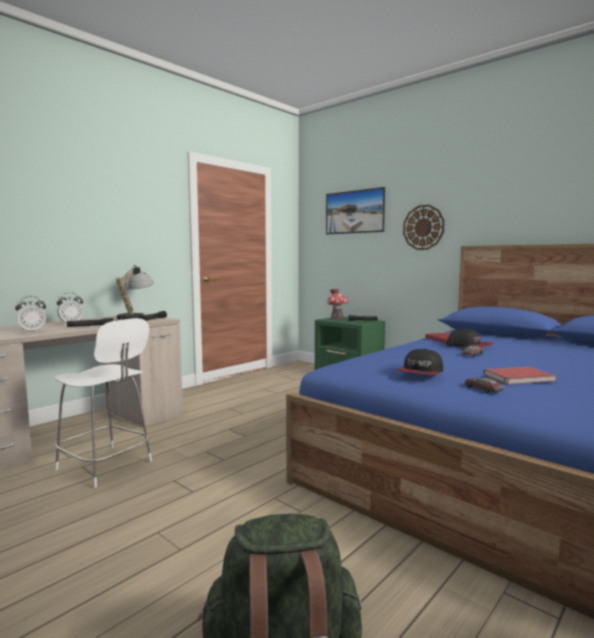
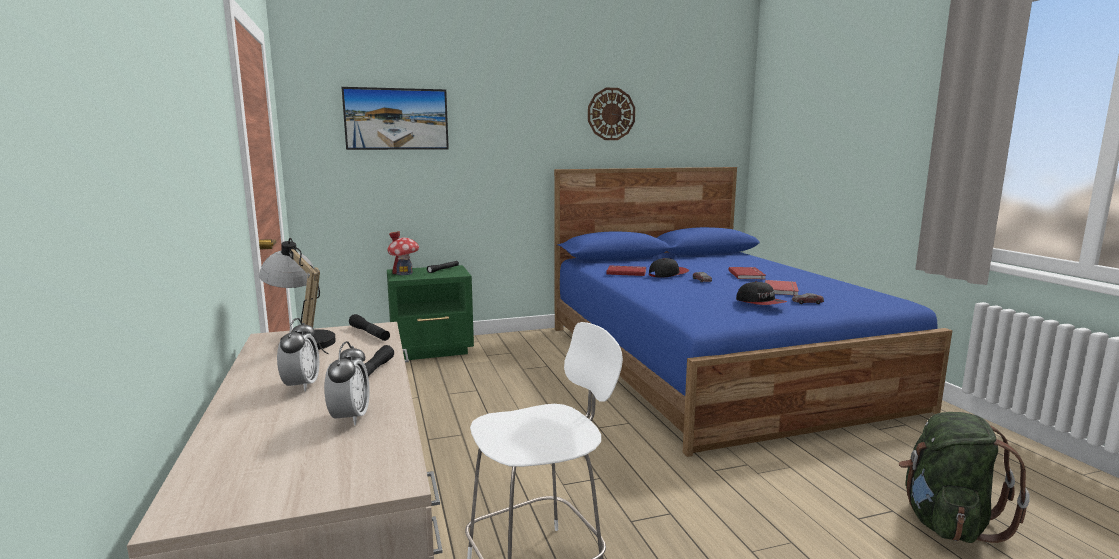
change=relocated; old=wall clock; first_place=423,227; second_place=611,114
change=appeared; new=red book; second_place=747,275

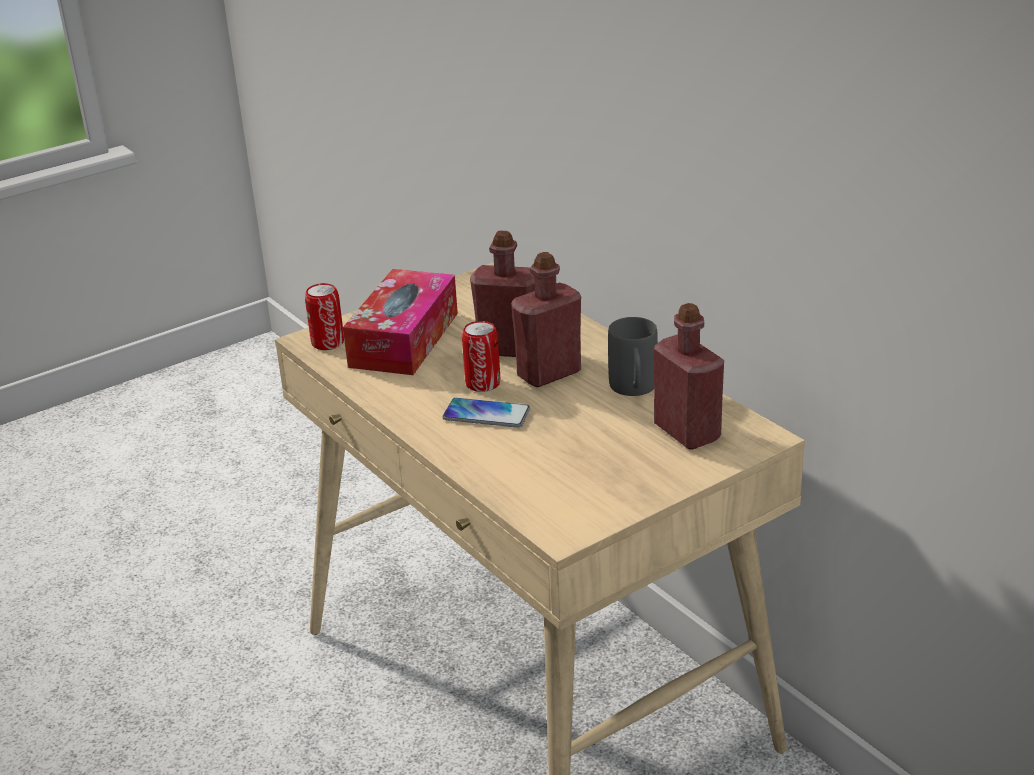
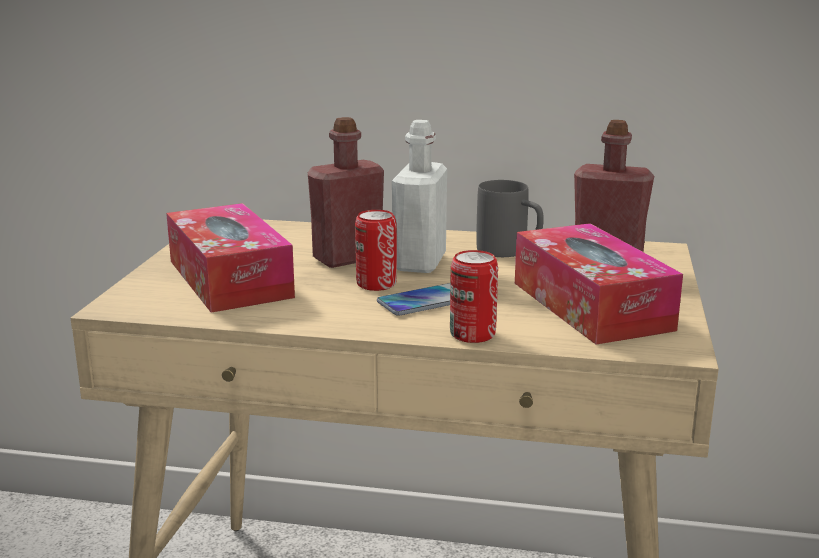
change=relocated; old=can; first_place=327,343; second_place=472,334
change=colour; old=red bottle; new=white bottle; first_place=549,374; second_place=419,262
change=appeared; new=tissue box; second_place=590,305

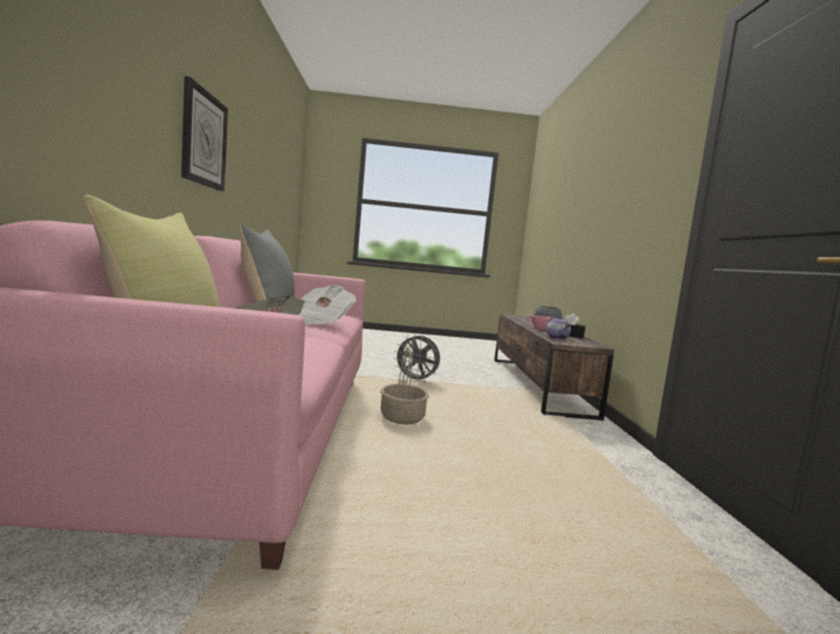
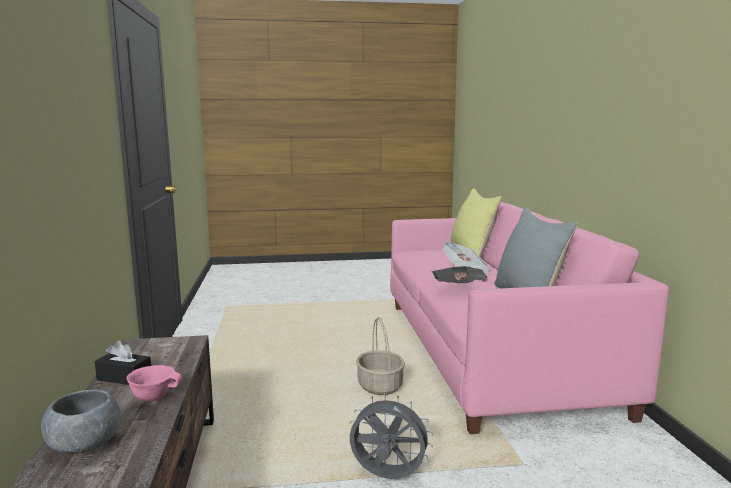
change=missing; old=wall clock; first_place=203,139
change=missing; old=teapot; first_place=557,338

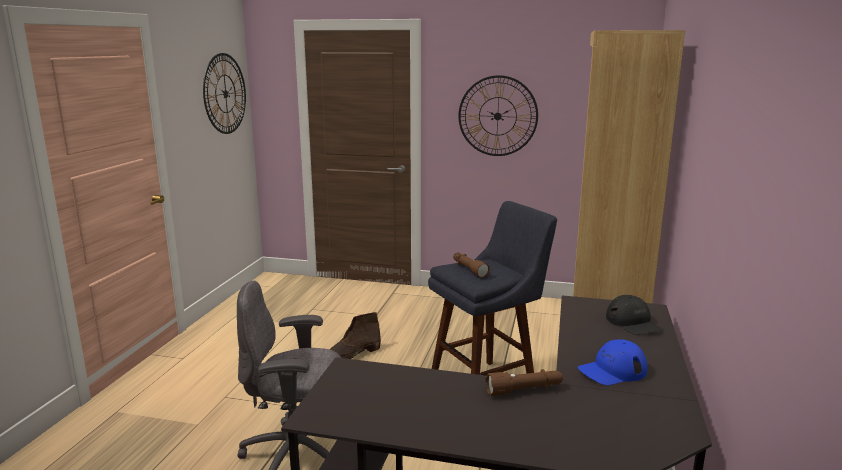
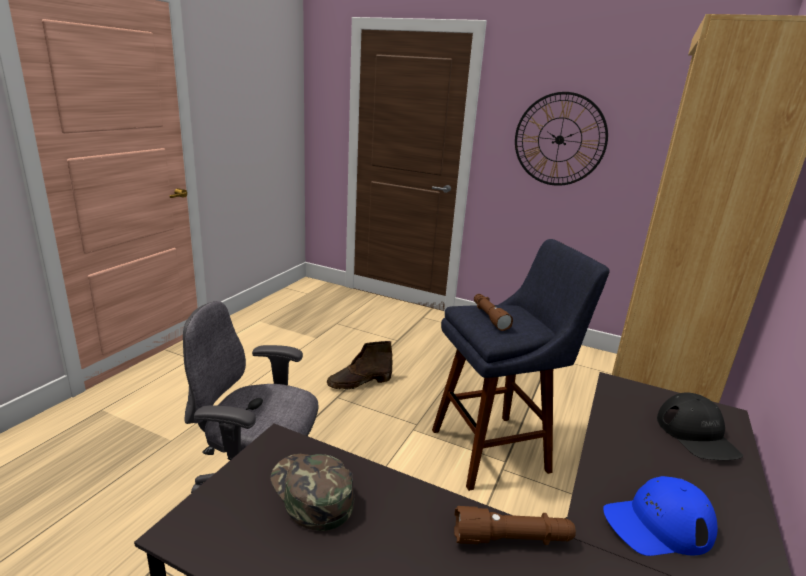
change=missing; old=wall clock; first_place=225,94
change=appeared; new=green cap; second_place=310,492

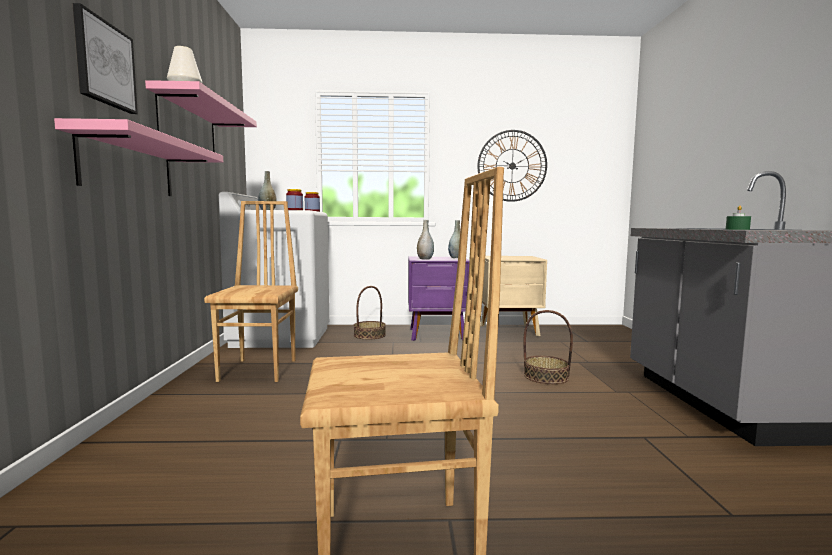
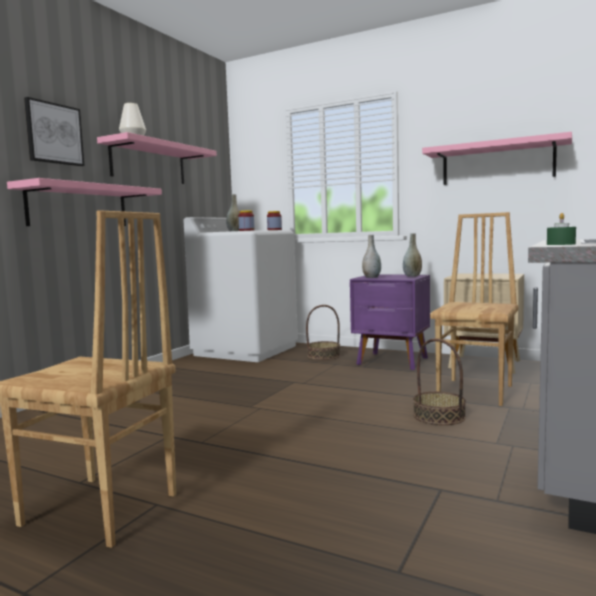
change=relocated; old=brown chair; first_place=260,370; second_place=477,392
change=exchanged; old=wall clock; new=pink shelf; first_place=512,166; second_place=497,163

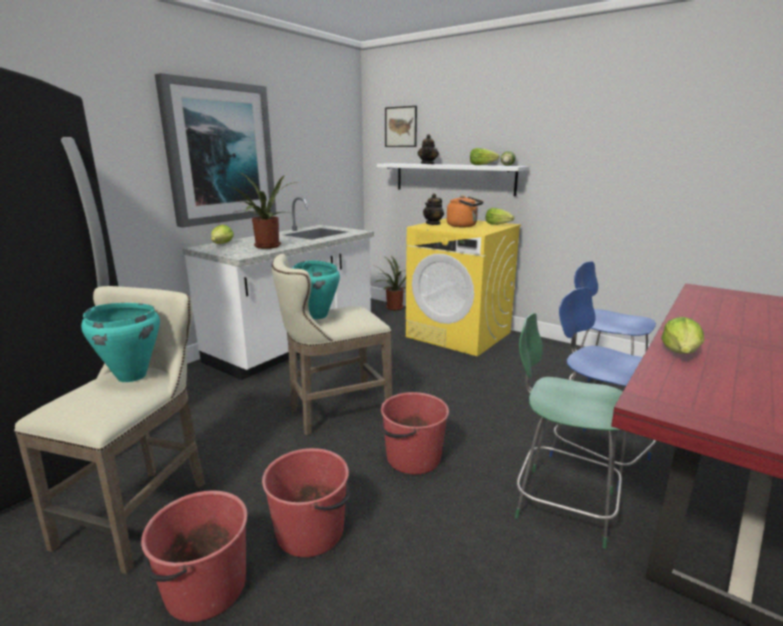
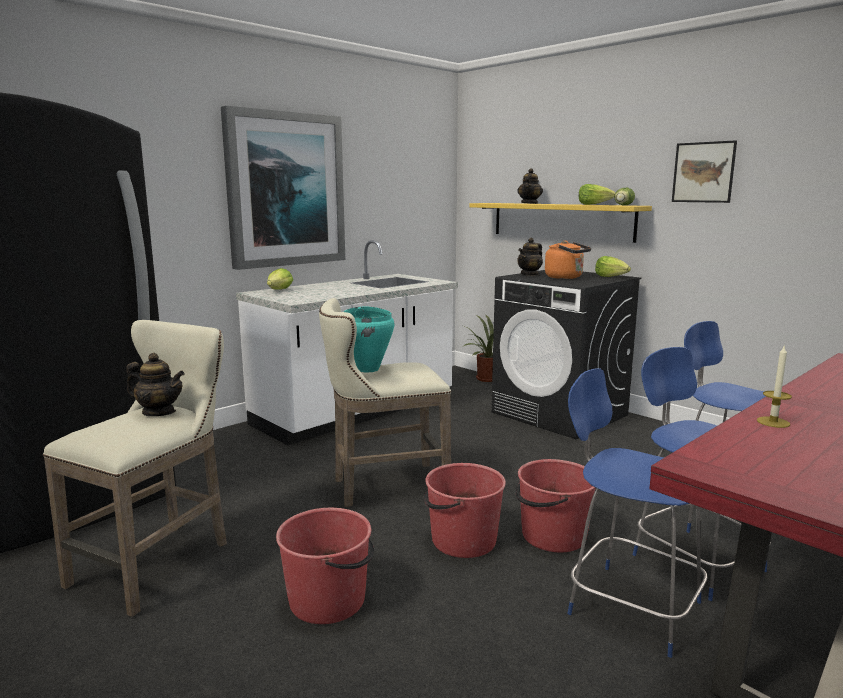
change=exchanged; old=turquoise cooking pot; new=teapot; first_place=132,376; second_place=159,412
change=relocated; old=red bucket; first_place=204,588; second_place=552,536
change=missing; old=potted plant; first_place=266,247
change=colour; old=white shelf; new=yellow shelf; first_place=453,178; second_place=560,221
change=relocated; old=picture; first_place=401,127; second_place=703,172
change=colour; old=yellow washing machine; new=black washing machine; first_place=459,335; second_place=560,414
change=colour; old=green chair; new=blue chair; first_place=560,503; second_place=629,605
change=exchanged; old=lettuce; new=candle; first_place=681,353; second_place=773,422

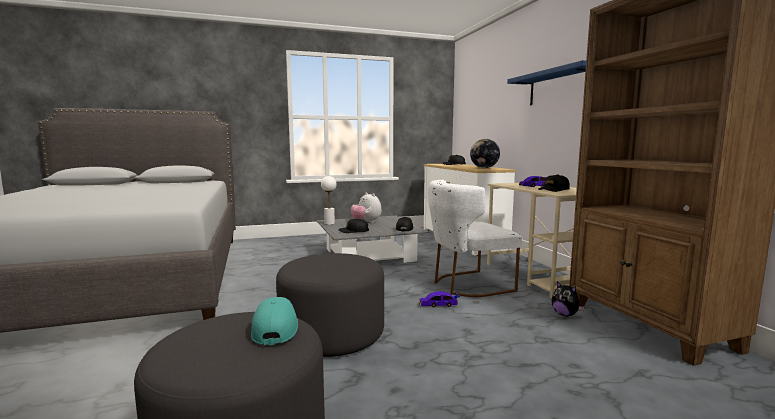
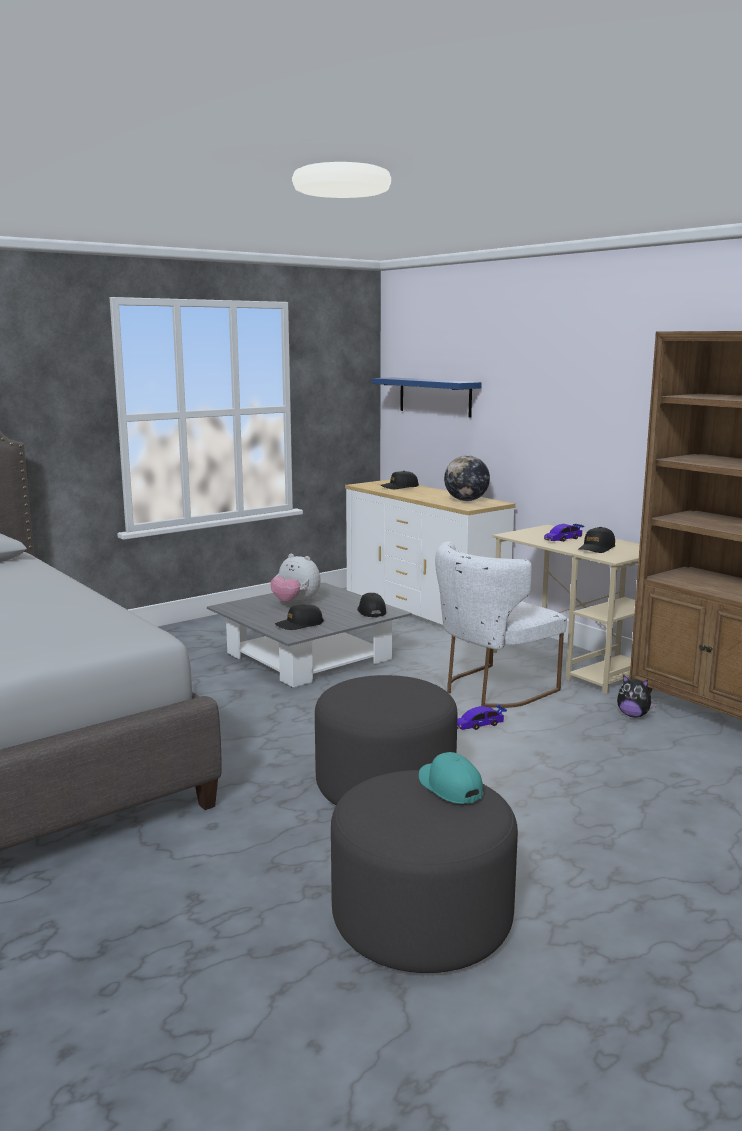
change=missing; old=white table lamp; first_place=329,223
change=relocated; old=blue shelf; first_place=559,87; second_place=435,396

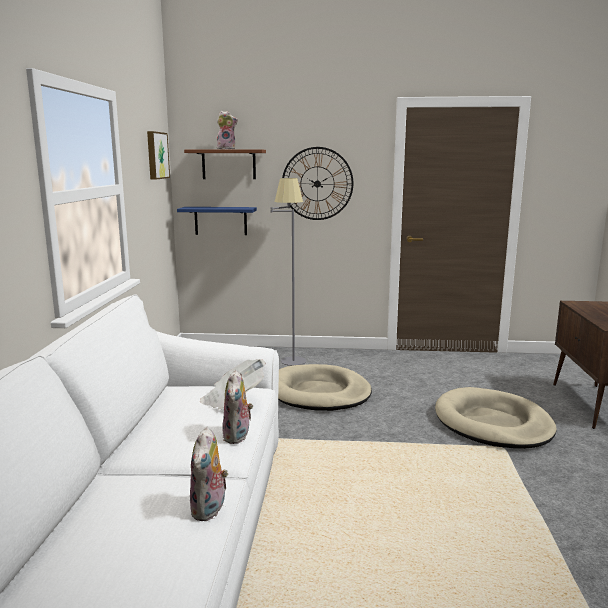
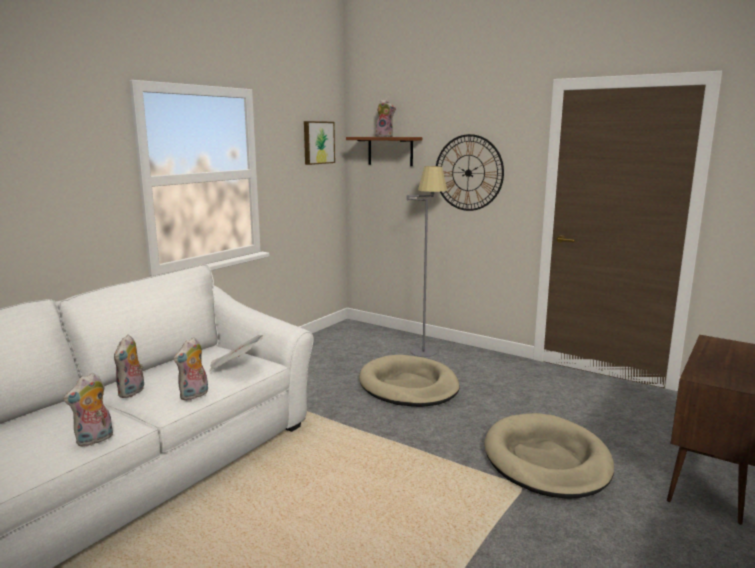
change=missing; old=blue shelf; first_place=220,220
change=appeared; new=plush toy; second_place=132,392

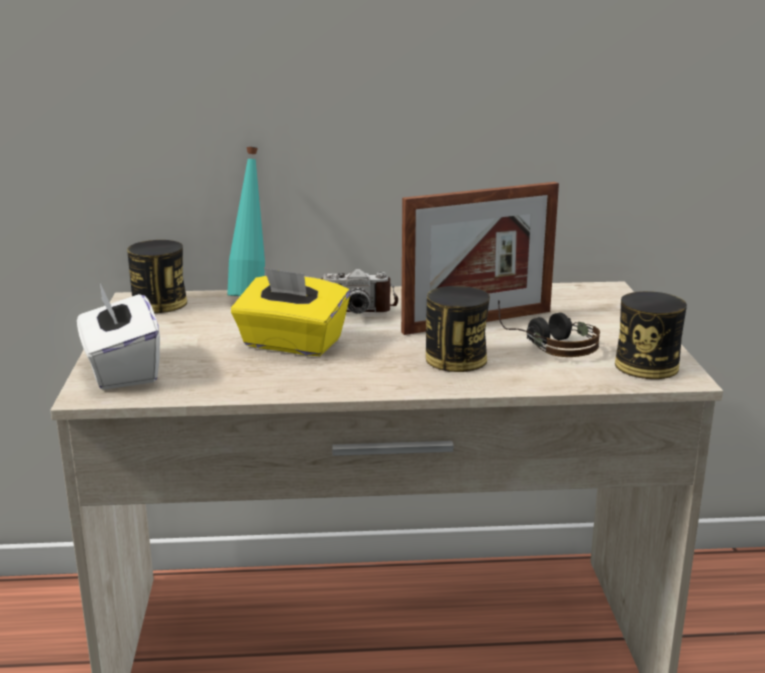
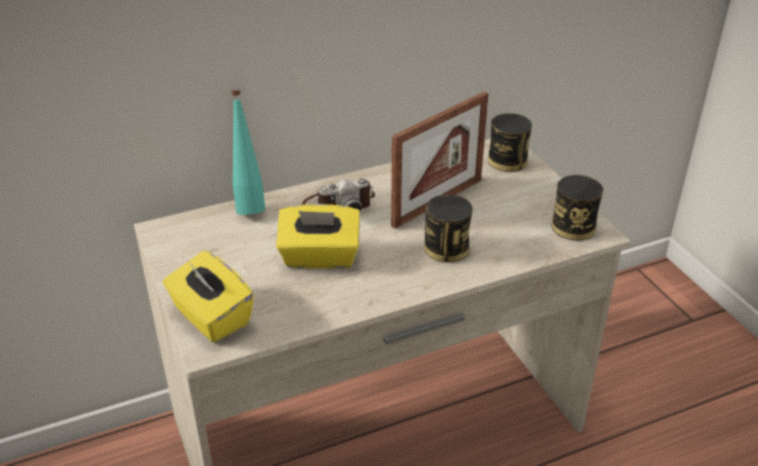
change=colour; old=white tissue box; new=yellow tissue box; first_place=121,370; second_place=211,317
change=relocated; old=can; first_place=160,303; second_place=507,161
change=missing; old=headphones; first_place=546,343

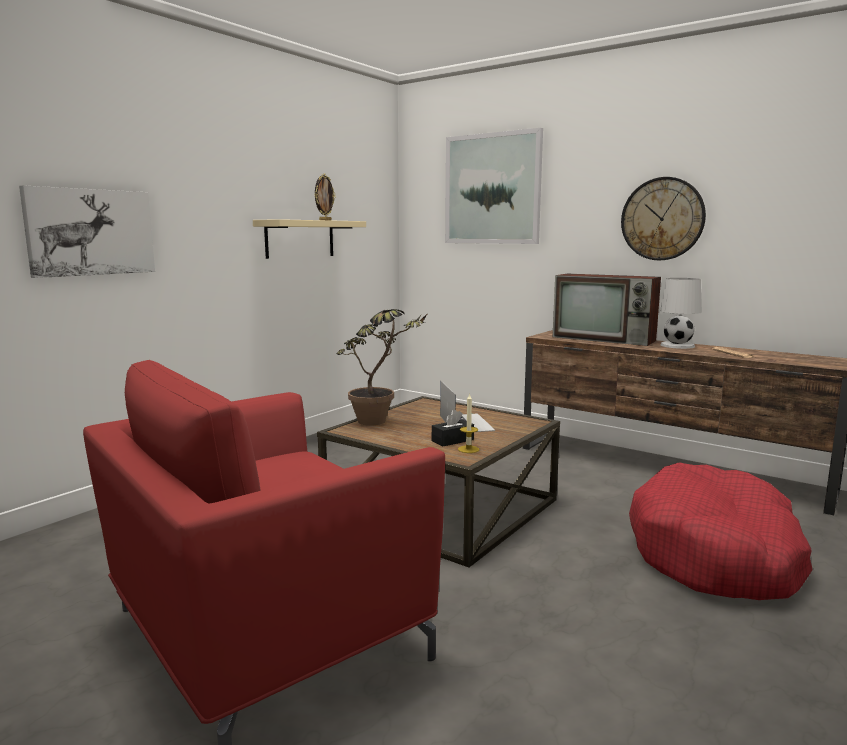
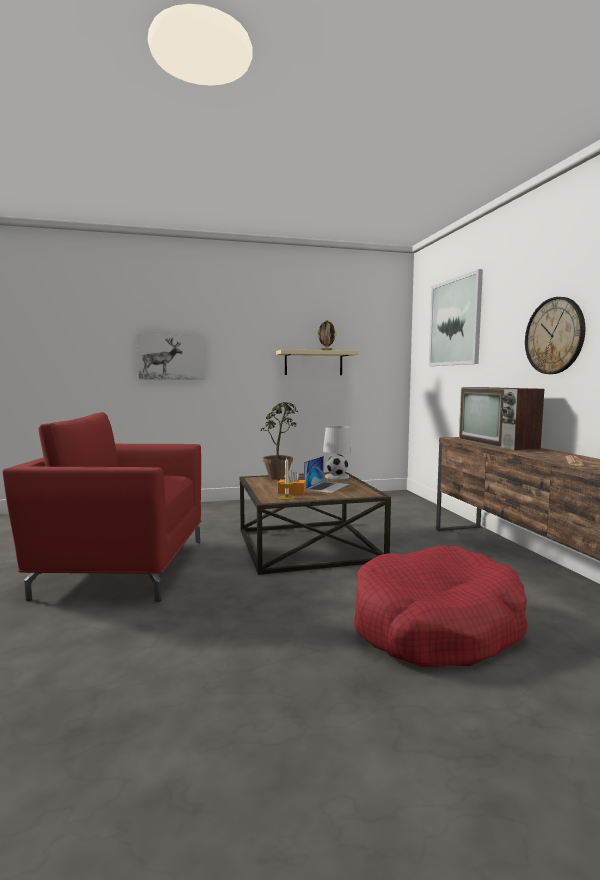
change=colour; old=black tissue box; new=orange tissue box; first_place=452,440; second_place=291,492
change=relocated; old=white table lamp; first_place=678,345; second_place=337,476

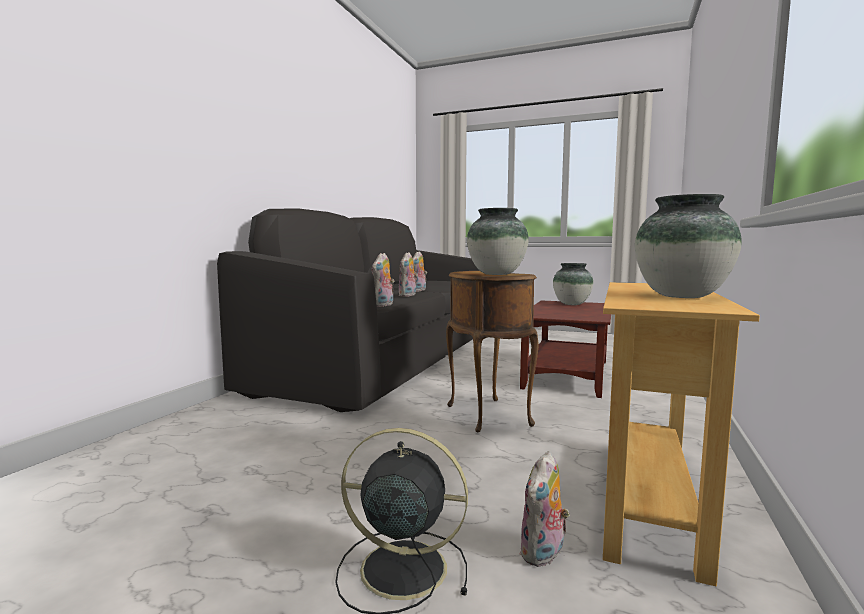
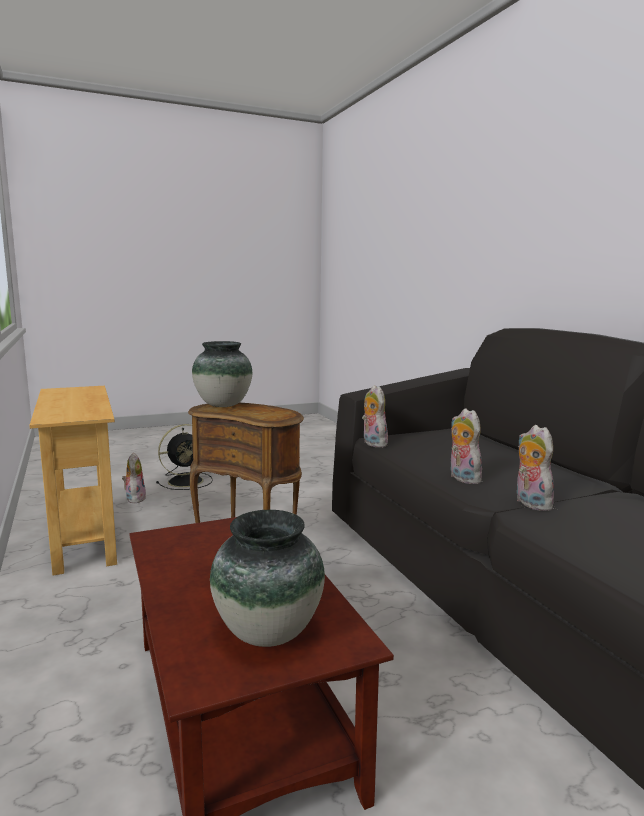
change=missing; old=vase; first_place=680,296

